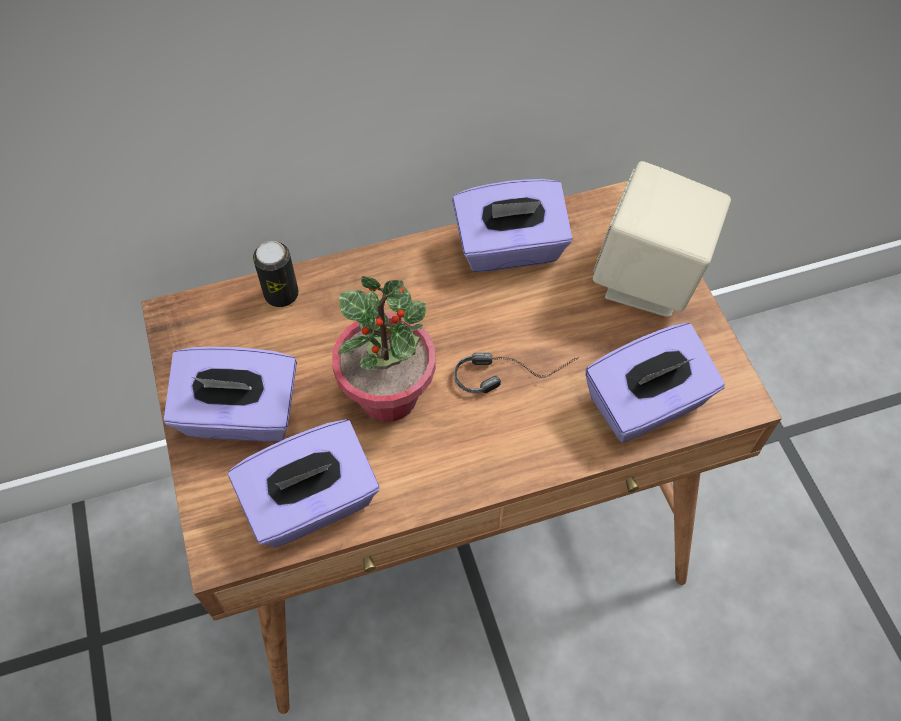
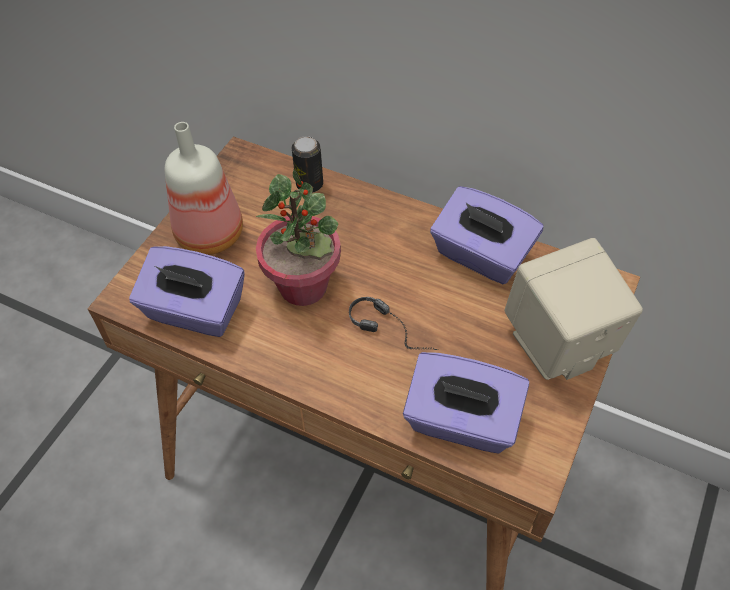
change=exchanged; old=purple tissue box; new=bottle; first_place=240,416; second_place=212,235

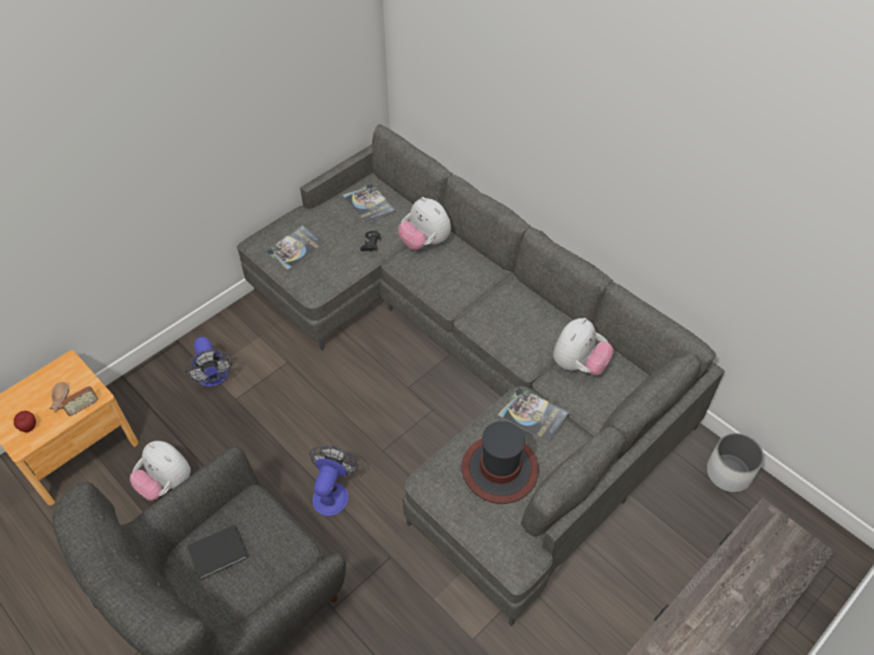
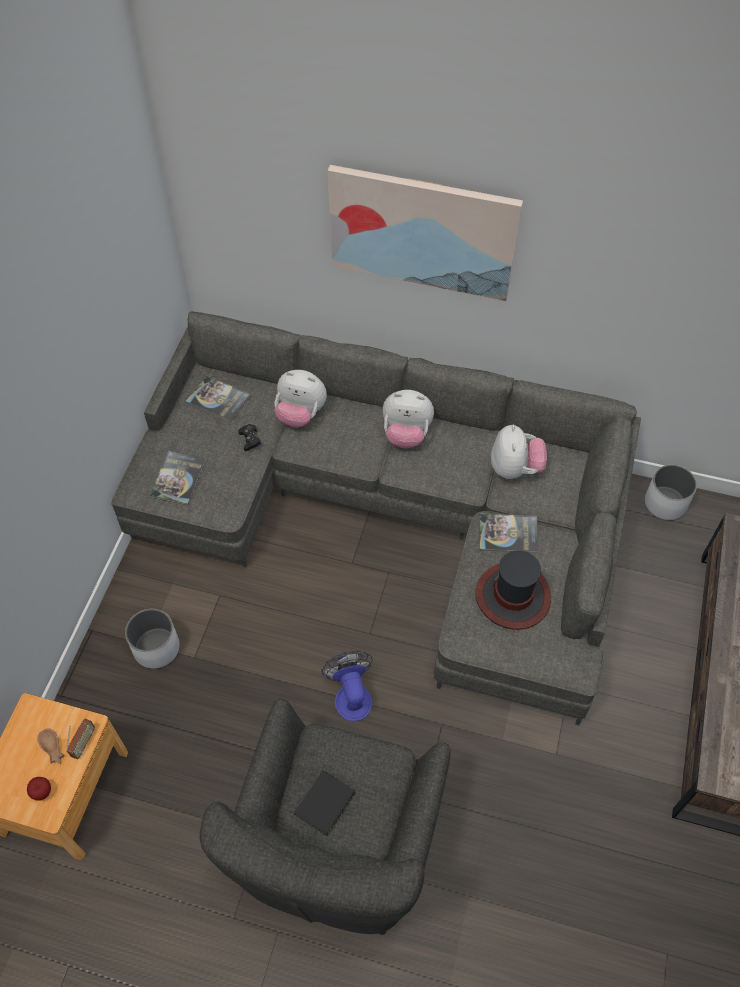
change=relocated; old=plush toy; first_place=166,483; second_place=406,434
change=exchanged; old=fan; new=white planter; first_place=214,378; second_place=156,647
change=appeared; new=picture; second_place=422,231

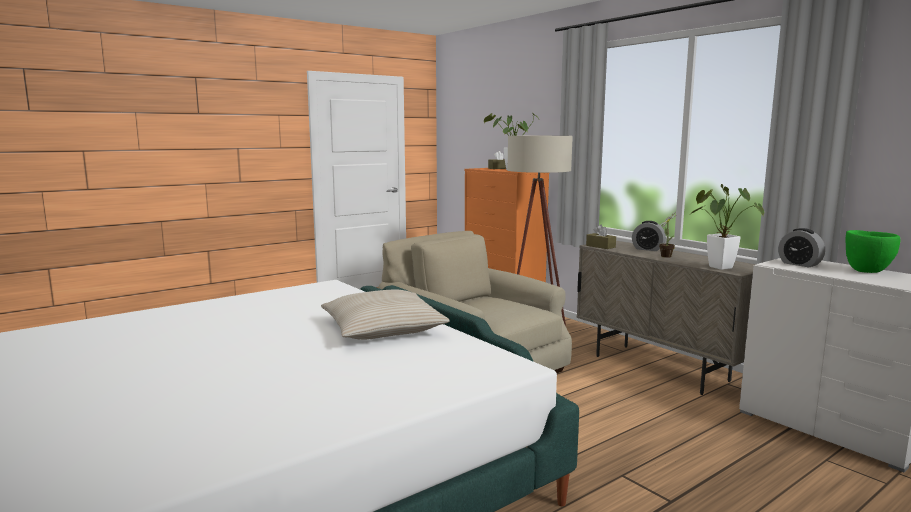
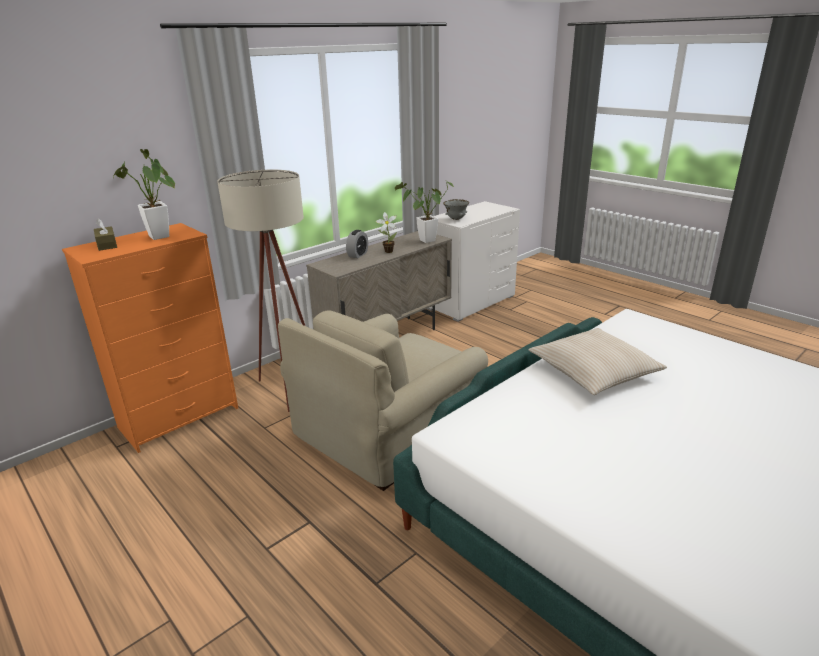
change=missing; old=brown tissue box; first_place=600,246
change=exchanged; old=alarm clock; new=grey bowl; first_place=799,264; second_place=456,219
change=missing; old=green bowl; first_place=867,271

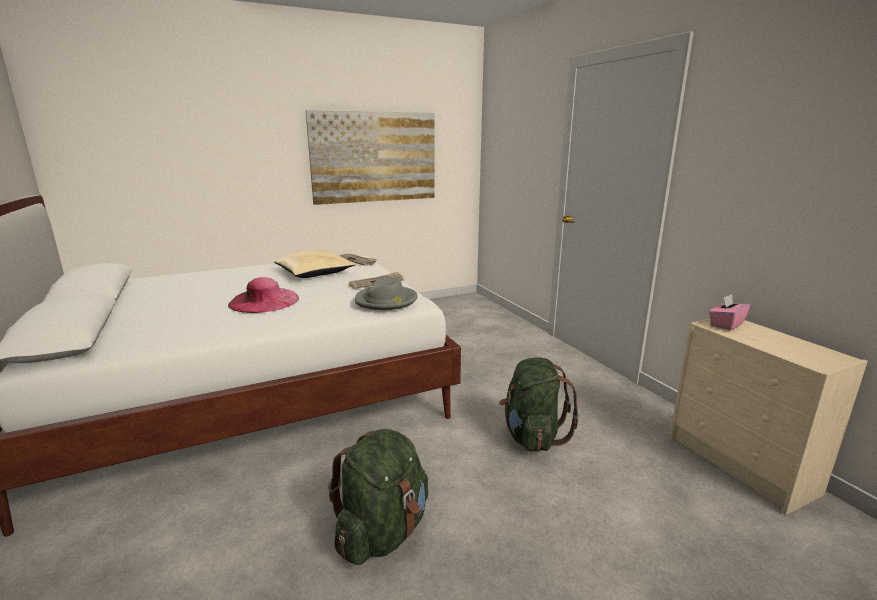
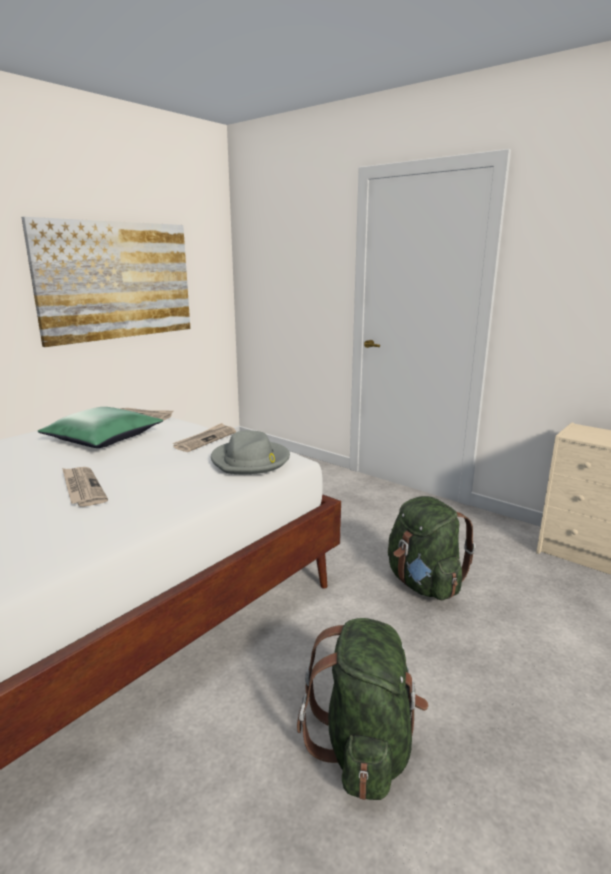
change=exchanged; old=pink hat; new=newspaper; first_place=264,301; second_place=82,488
change=colour; old=beige pillow; new=green pillow; first_place=314,272; second_place=102,438
change=missing; old=pink tissue box; first_place=725,324

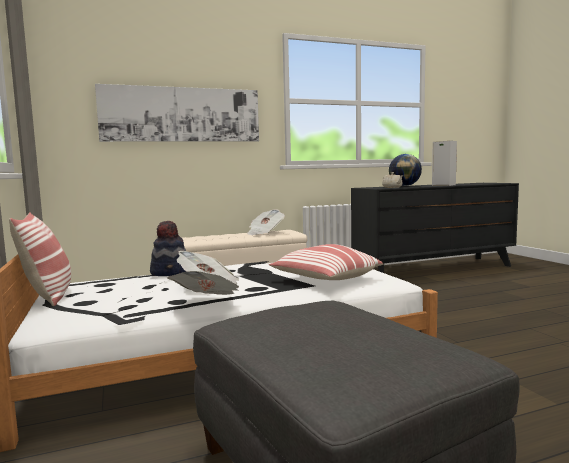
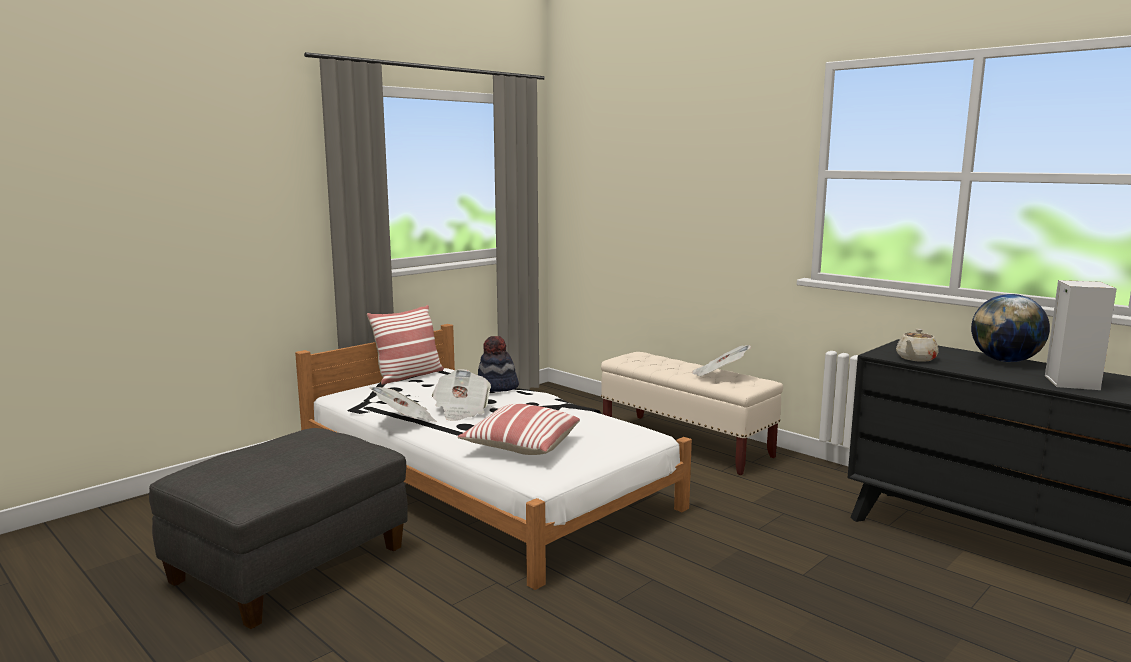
change=missing; old=picture; first_place=182,114

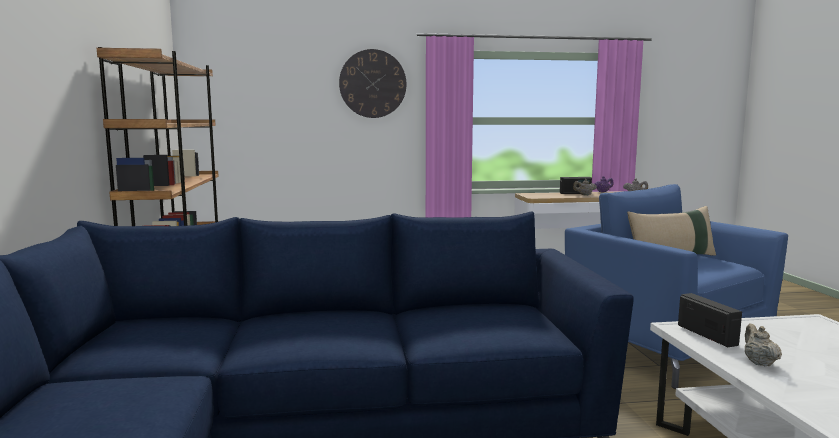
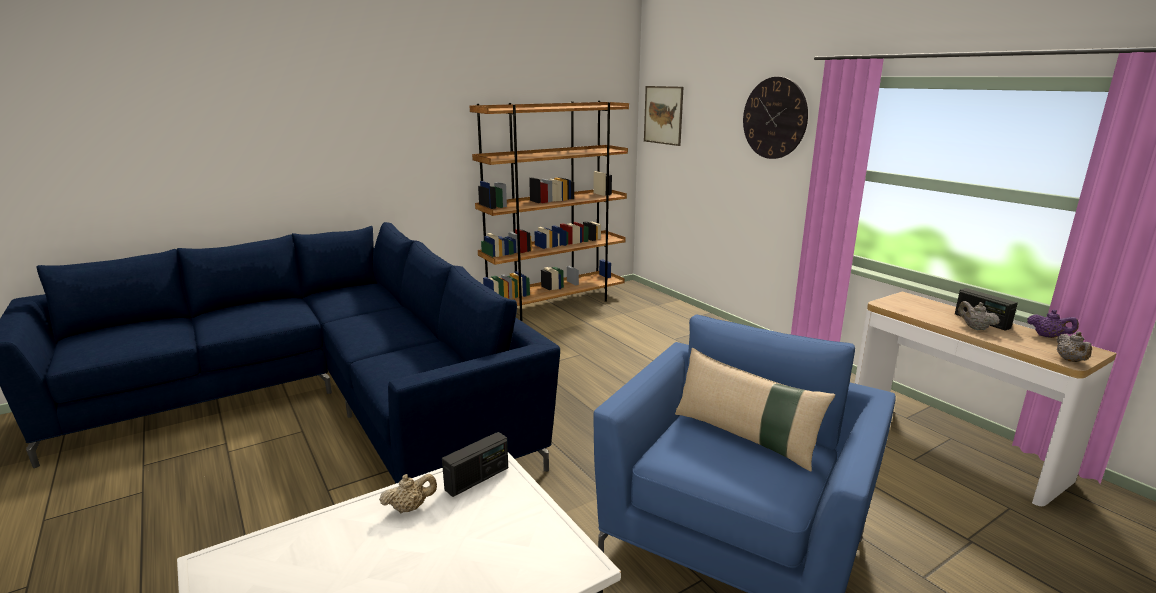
change=appeared; new=picture; second_place=663,115

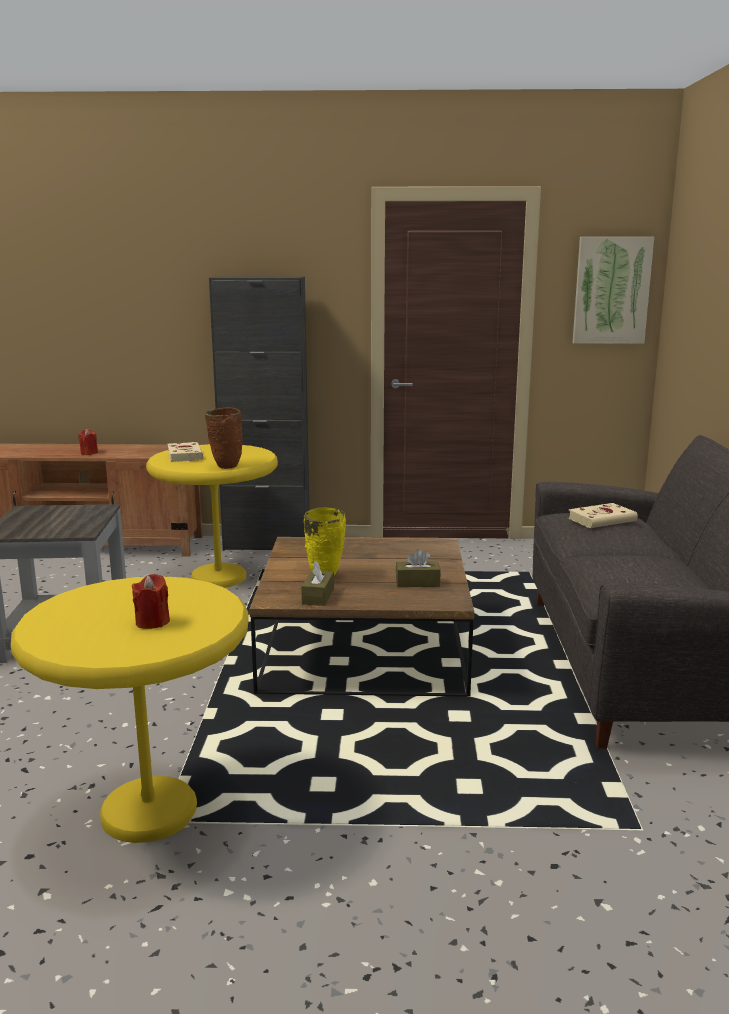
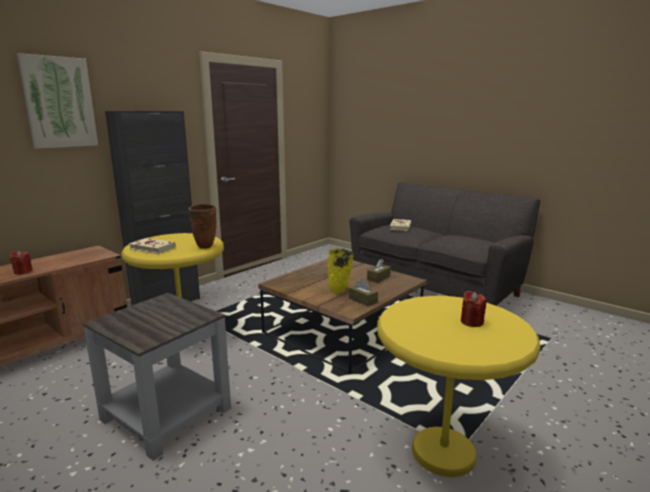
change=relocated; old=picture; first_place=611,290; second_place=59,102

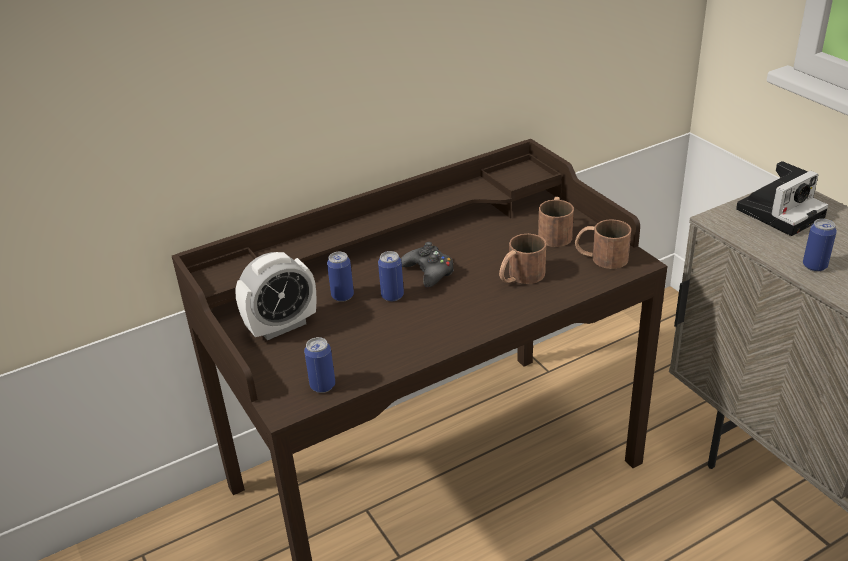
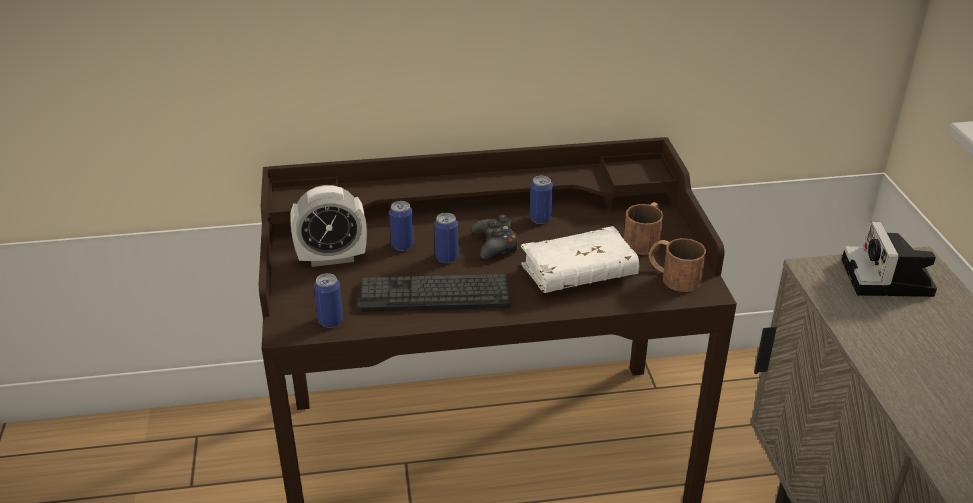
change=exchanged; old=brown mug; new=white book; first_place=520,277; second_place=578,273
change=spun; old=photo camera; first_place=781,212; second_place=889,280; degrees=105
change=relocated; old=can; first_place=814,266; second_place=540,219
change=appeared; new=keyboard; second_place=435,295

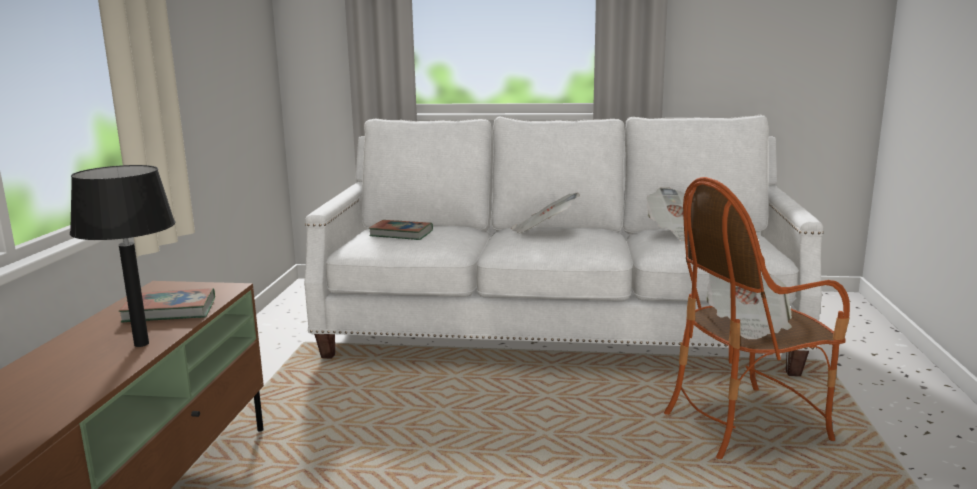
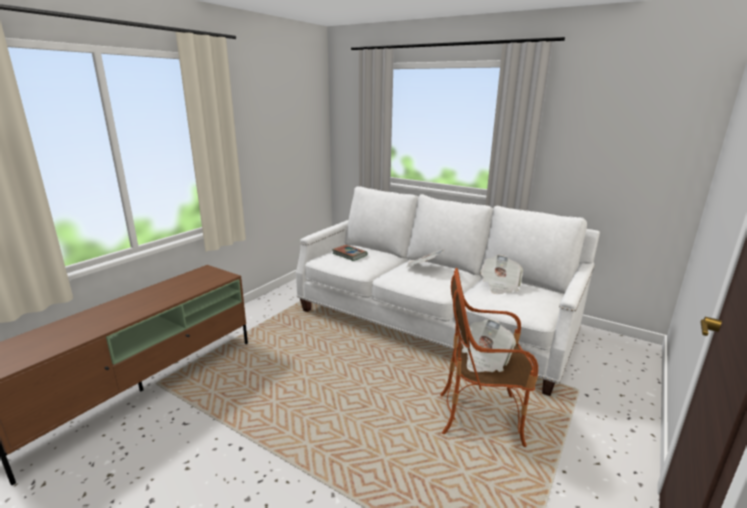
change=missing; old=black table lamp; first_place=141,344
change=missing; old=book; first_place=170,311

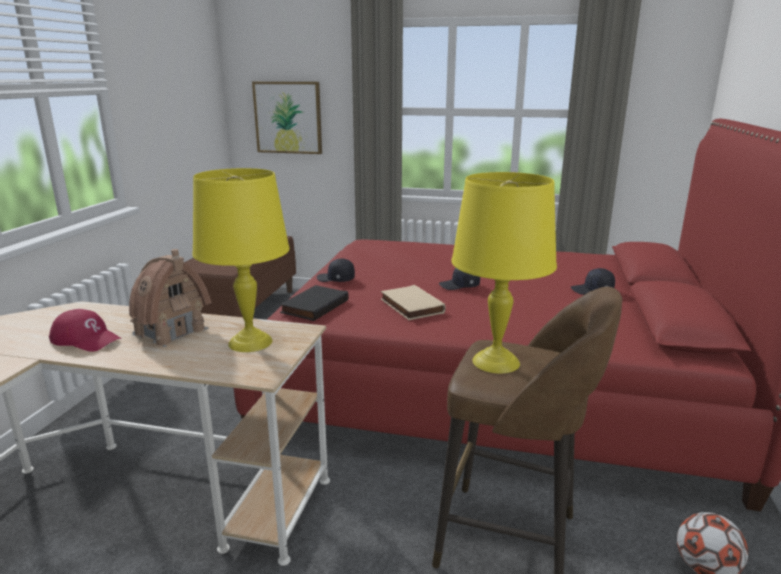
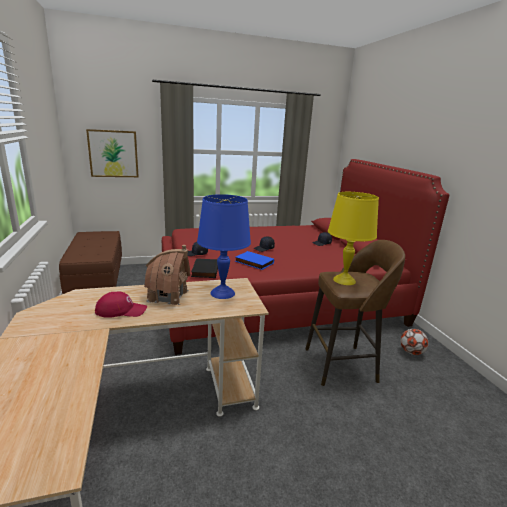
change=colour; old=yellow table lamp; new=blue table lamp; first_place=249,342; second_place=222,293
change=colour; old=beige book; new=blue book; first_place=410,306; second_place=253,262

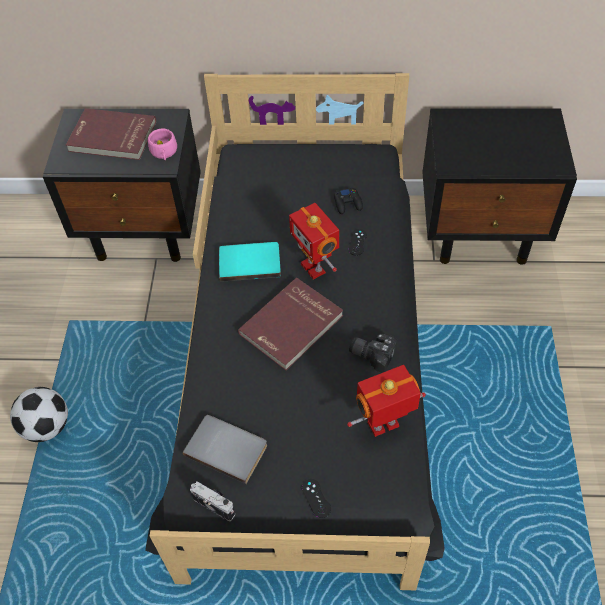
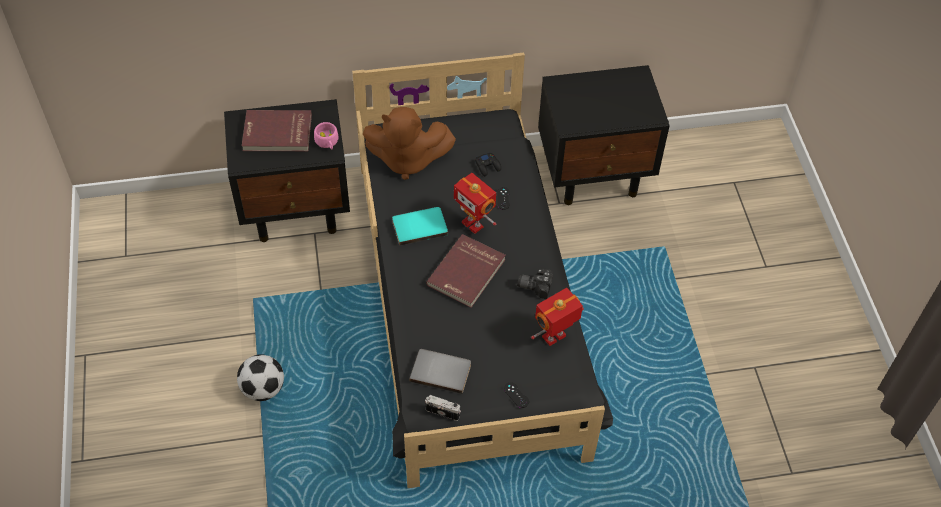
change=appeared; new=brown plush toy; second_place=407,160

